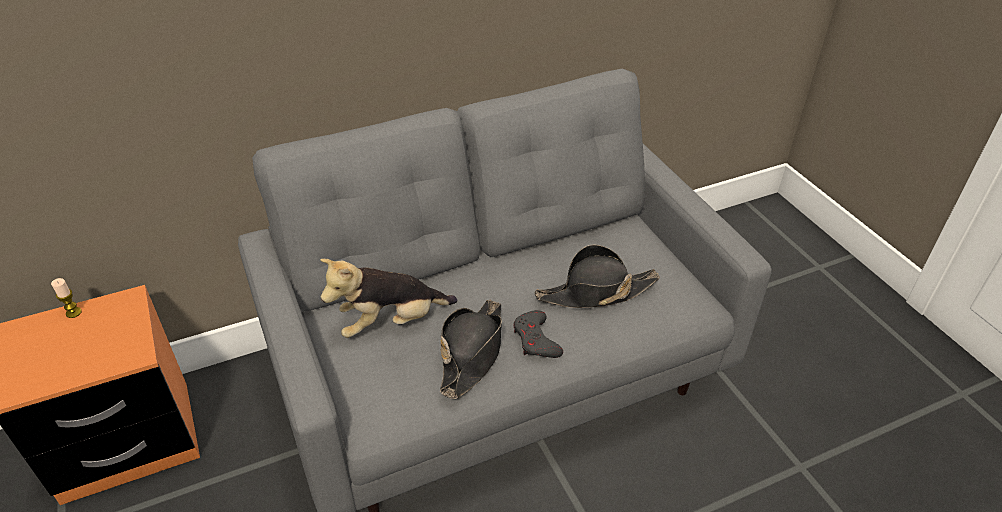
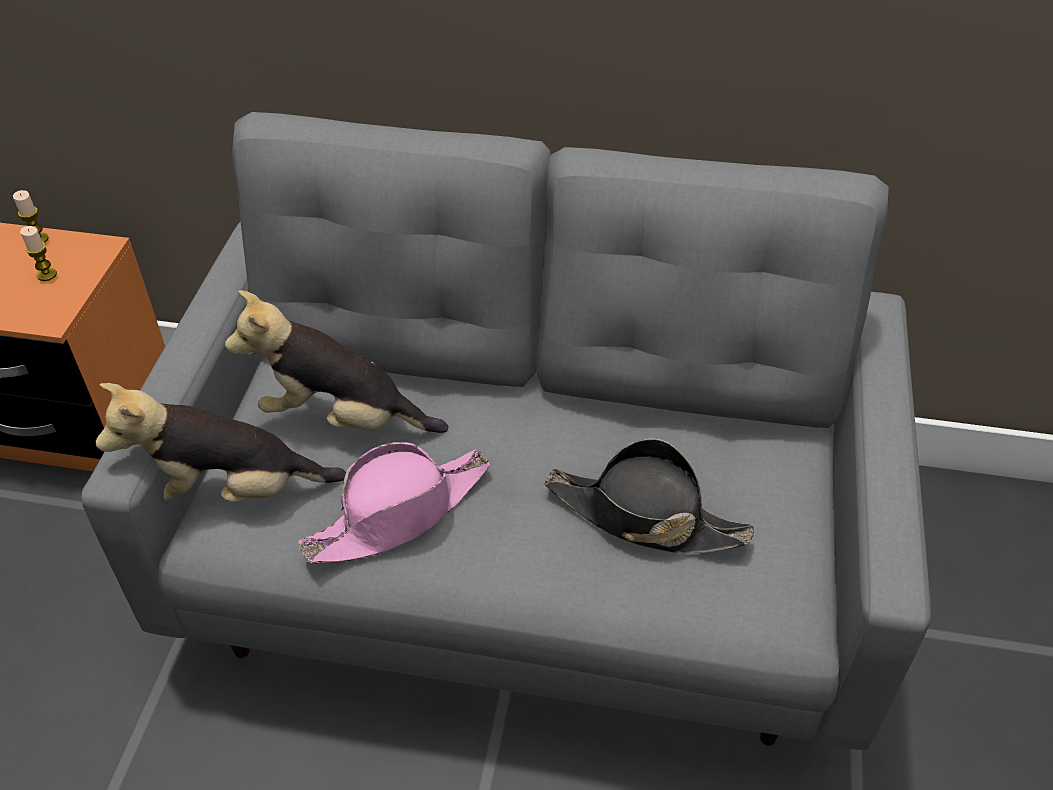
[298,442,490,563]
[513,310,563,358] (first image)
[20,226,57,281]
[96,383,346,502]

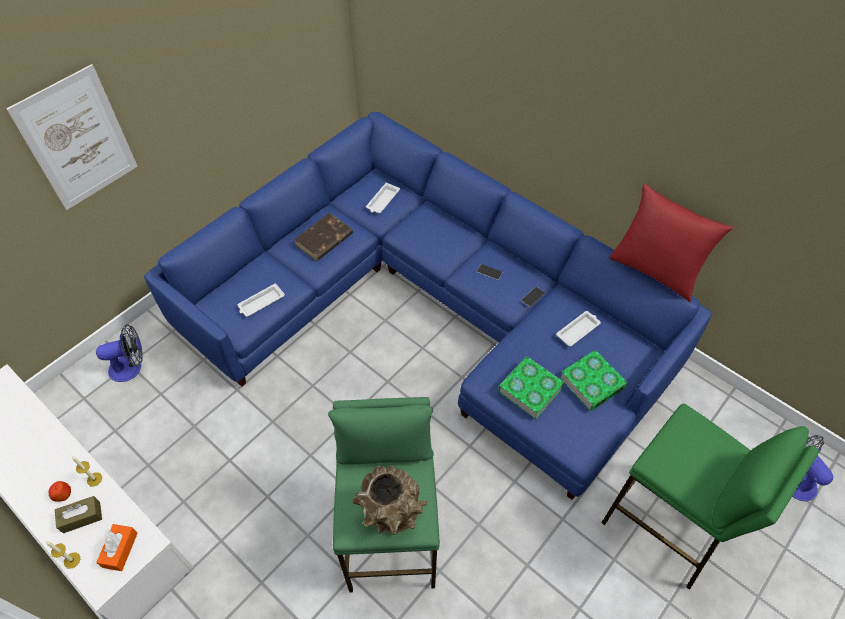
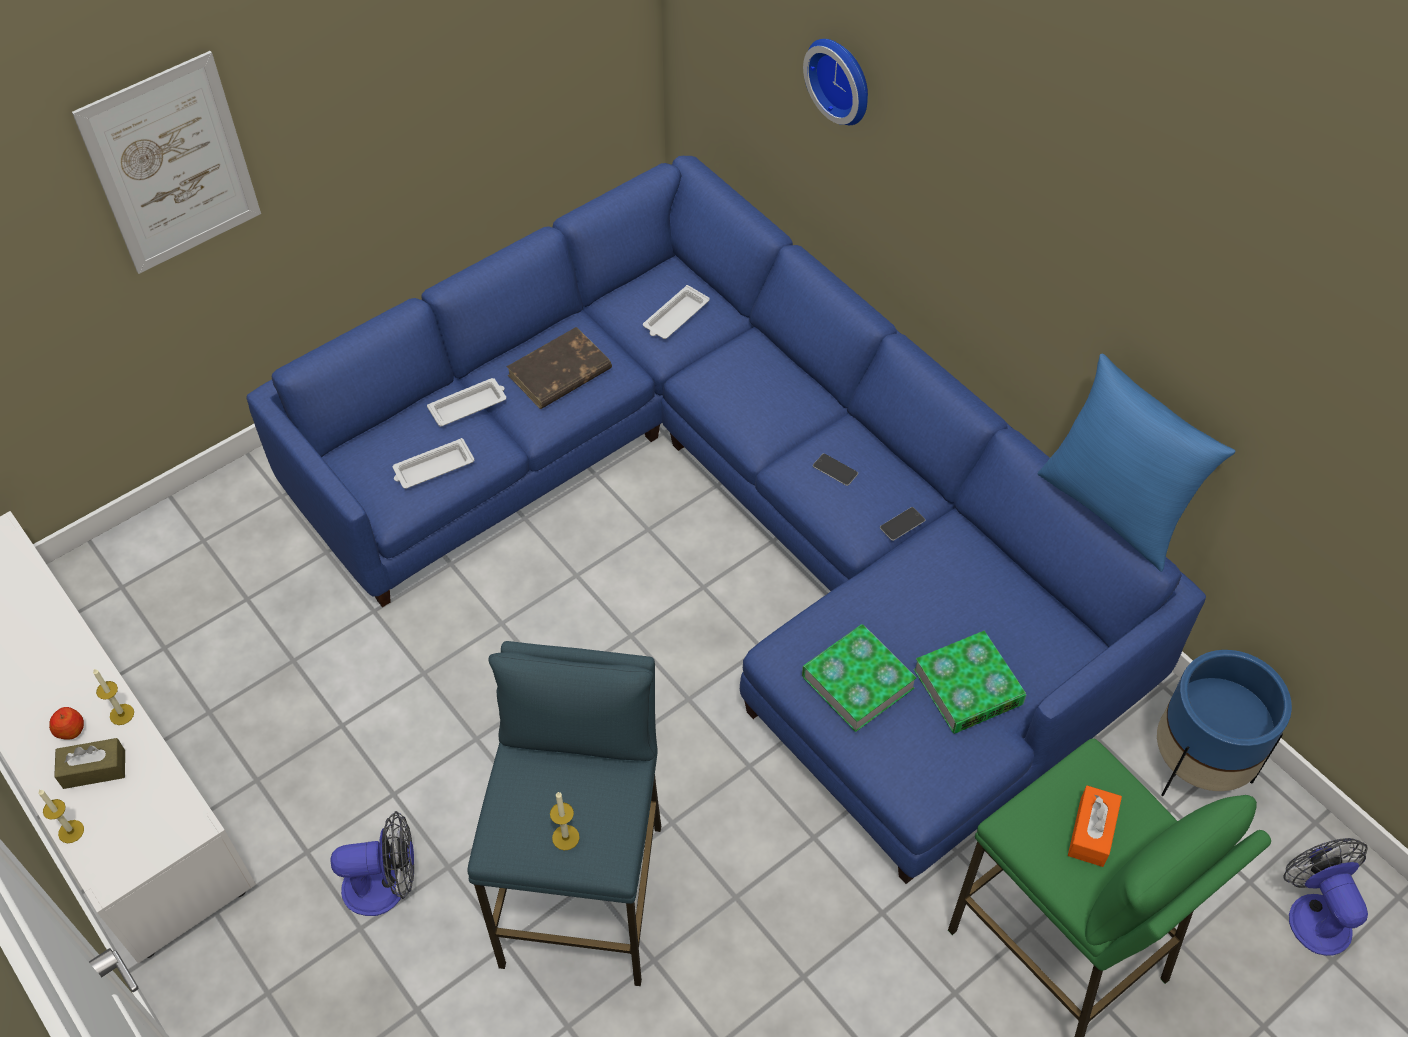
[1038,354,1236,572]
[427,378,506,427]
[330,811,414,916]
[468,641,661,986]
[550,792,580,851]
[1068,785,1122,867]
[803,39,868,125]
[1157,650,1292,796]

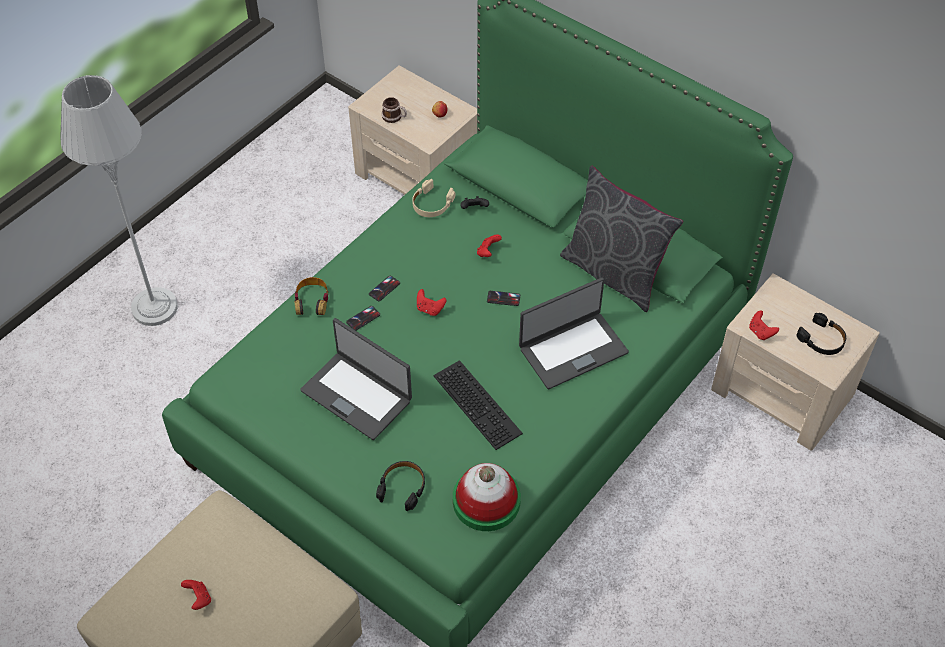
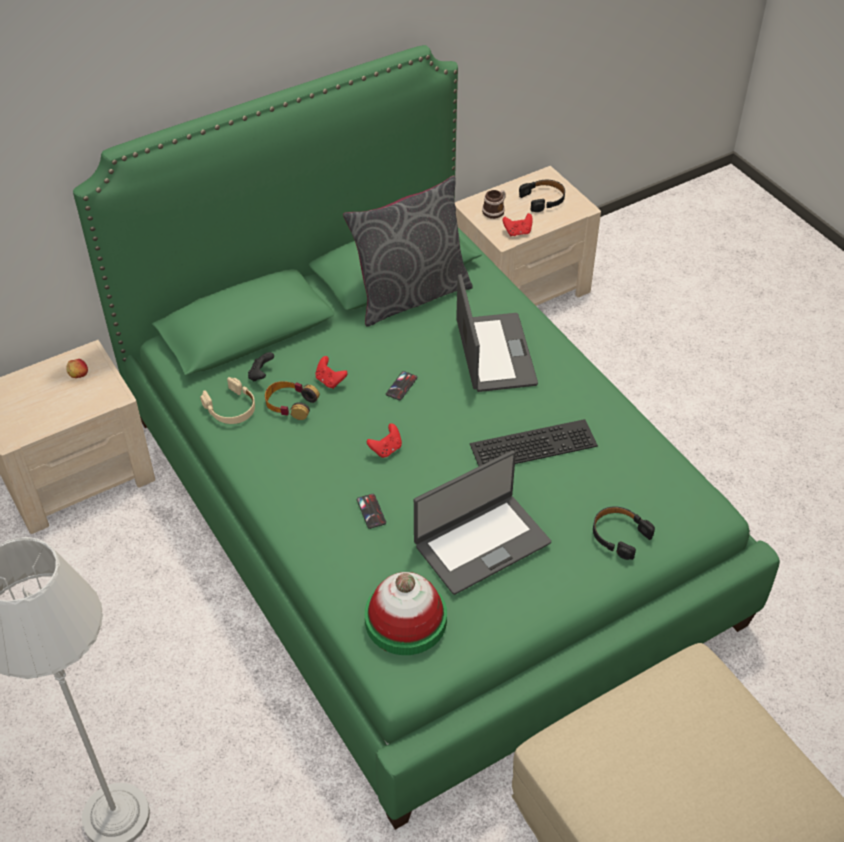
[482,190,506,219]
[369,276,400,302] (first image)
[265,381,320,420]
[365,572,447,655]
[181,580,211,610] (first image)

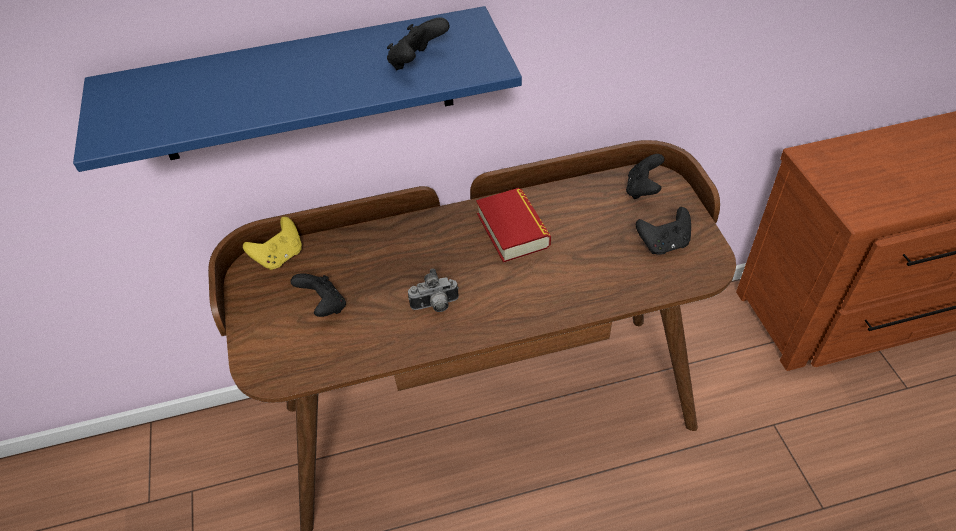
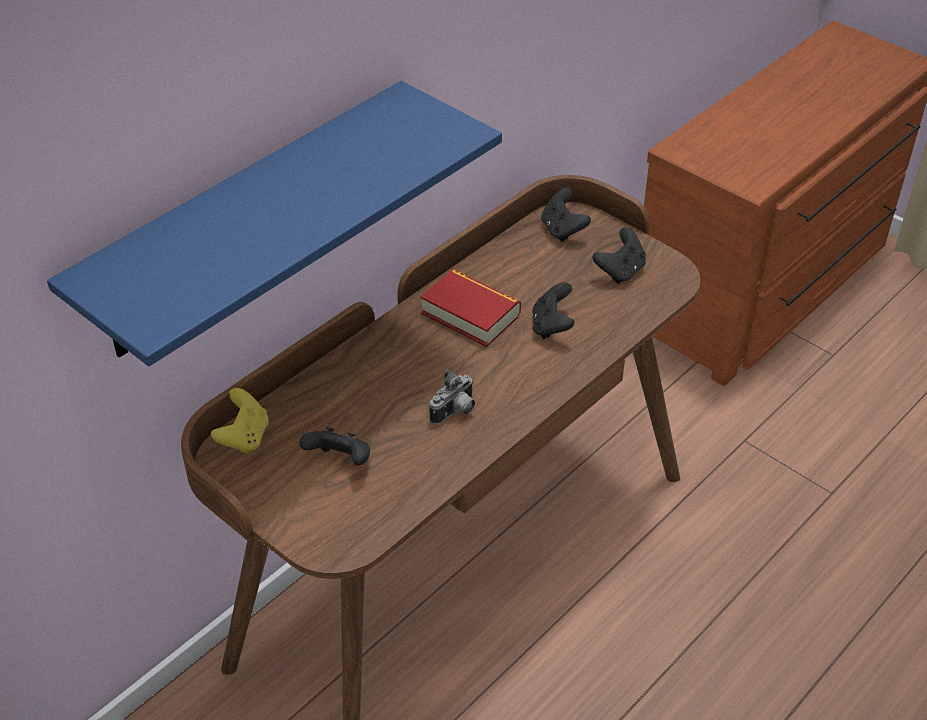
[532,282,575,339]

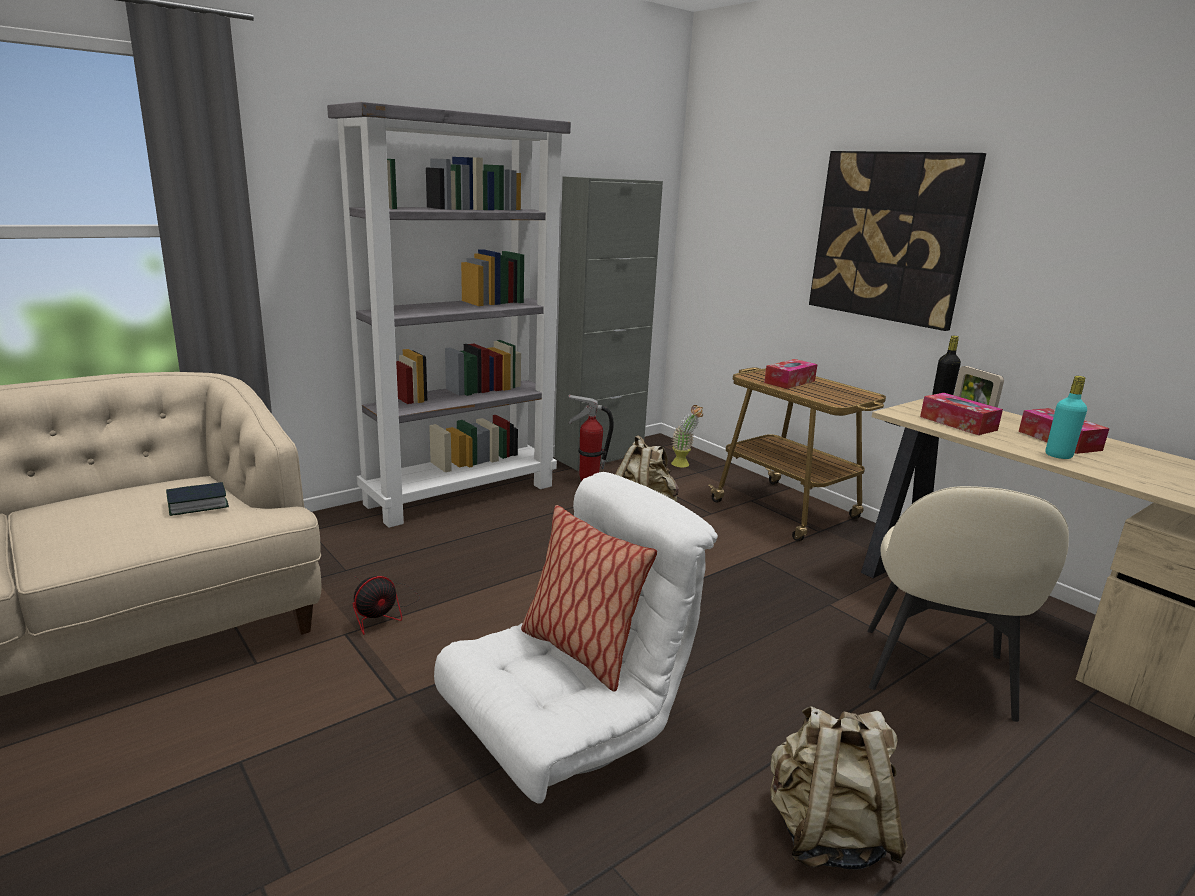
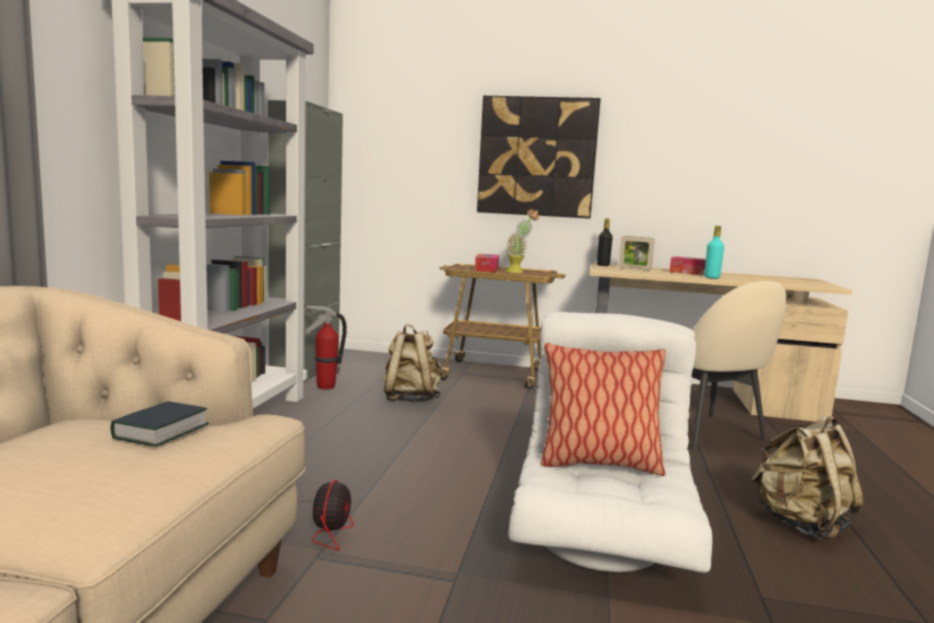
[920,393,1003,435] (first image)
[506,209,539,273]

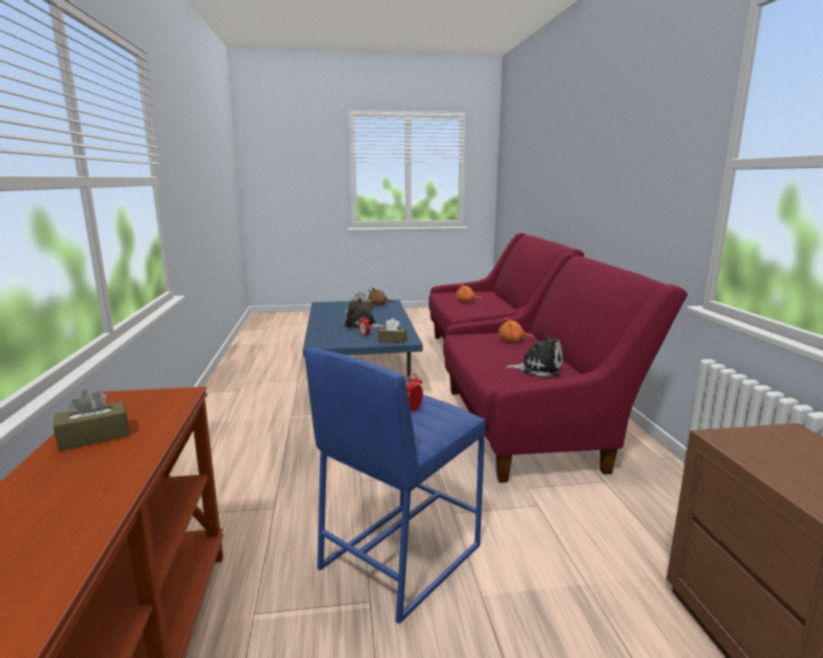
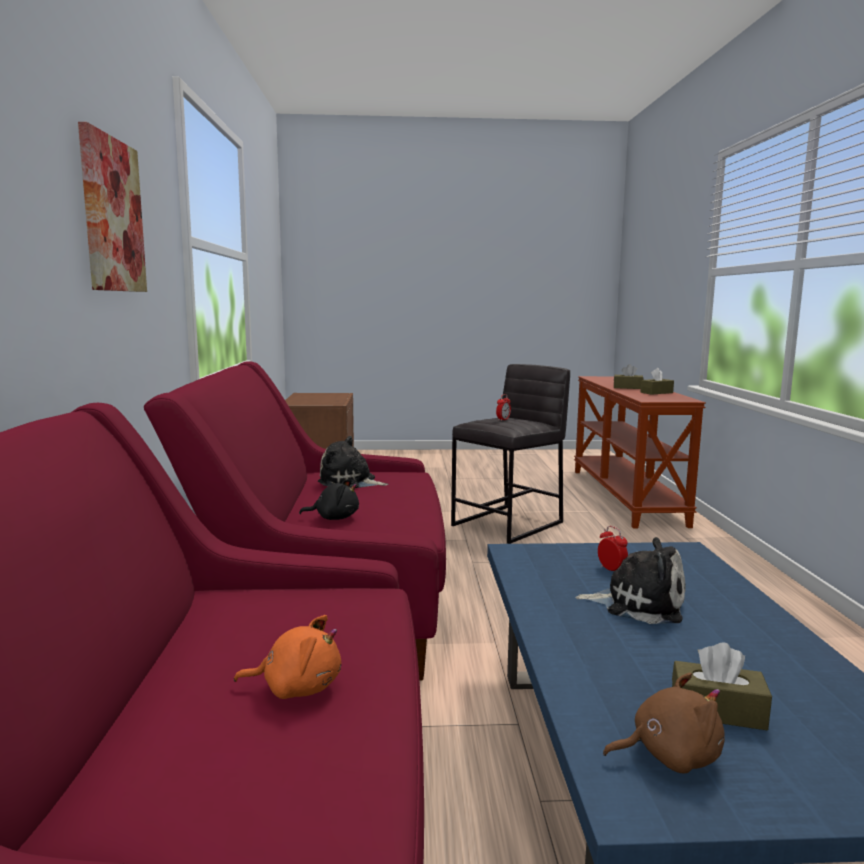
[299,479,359,520]
[614,364,643,389]
[451,364,570,544]
[78,122,147,292]

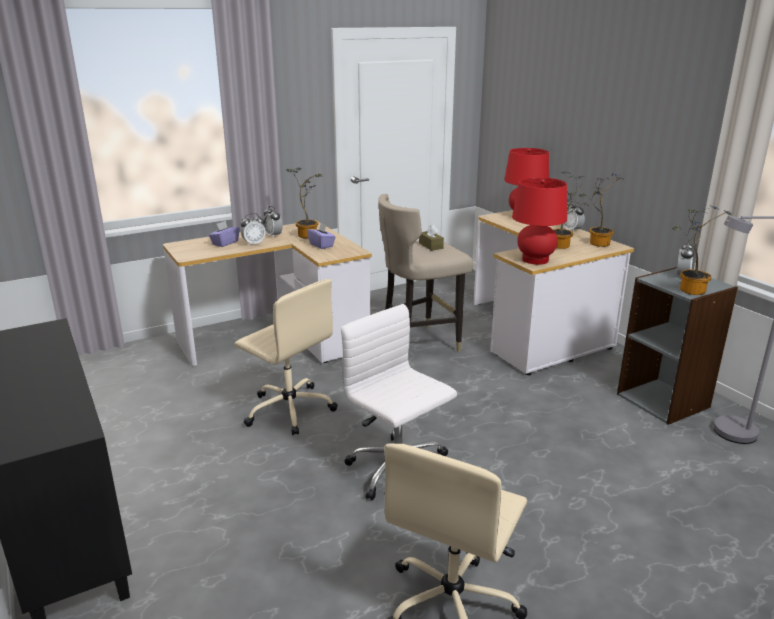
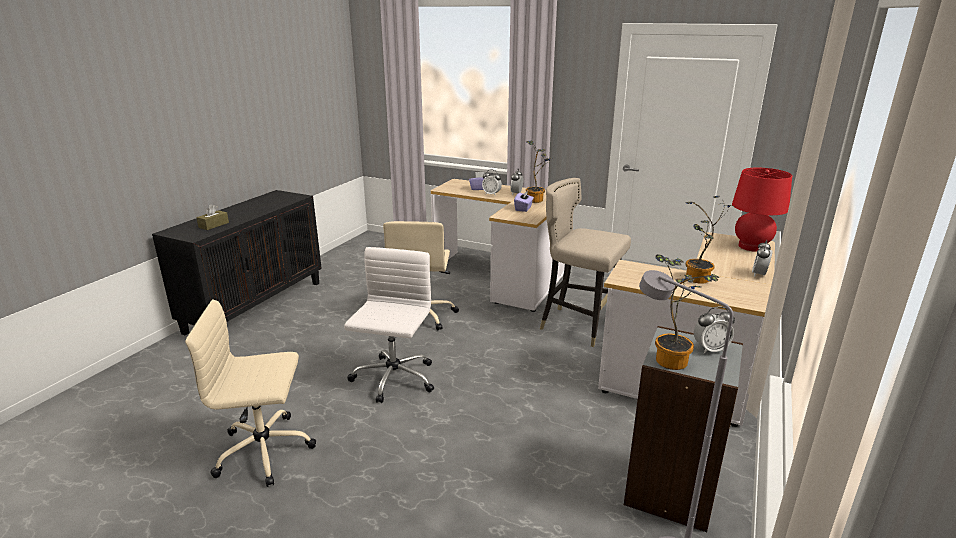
[579,174,624,247] (first image)
[512,177,567,265] (first image)
[196,204,229,230]

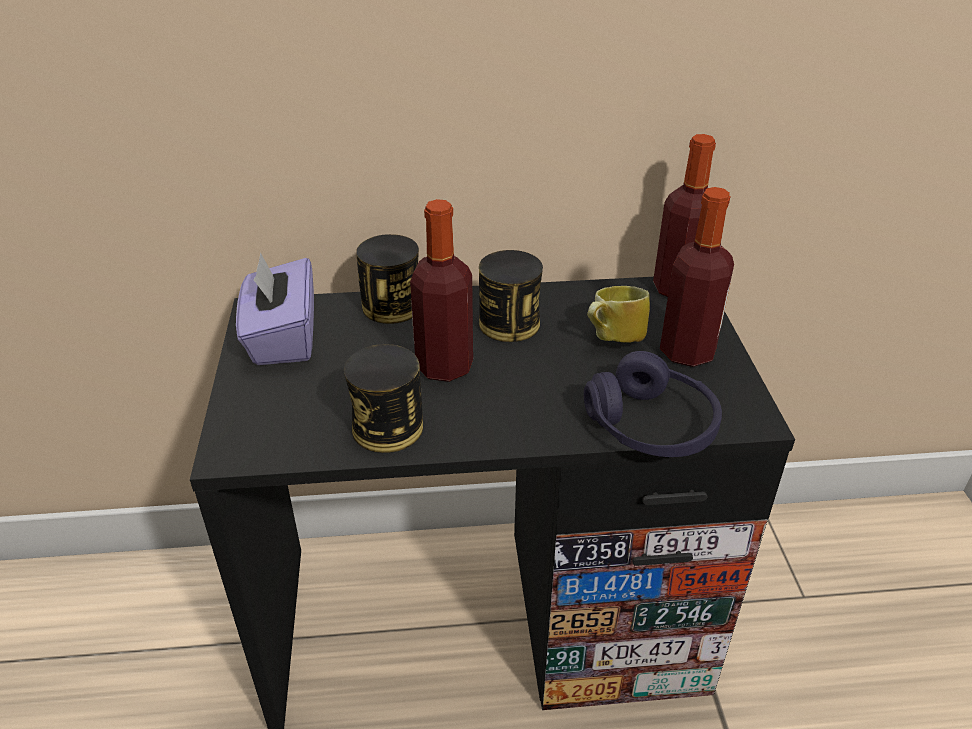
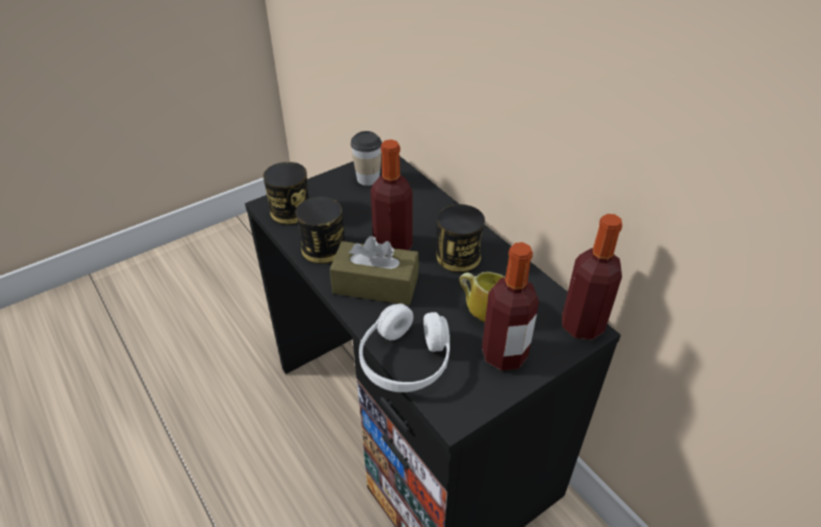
[263,162,309,225]
[351,131,382,186]
[359,304,450,392]
[330,236,419,305]

